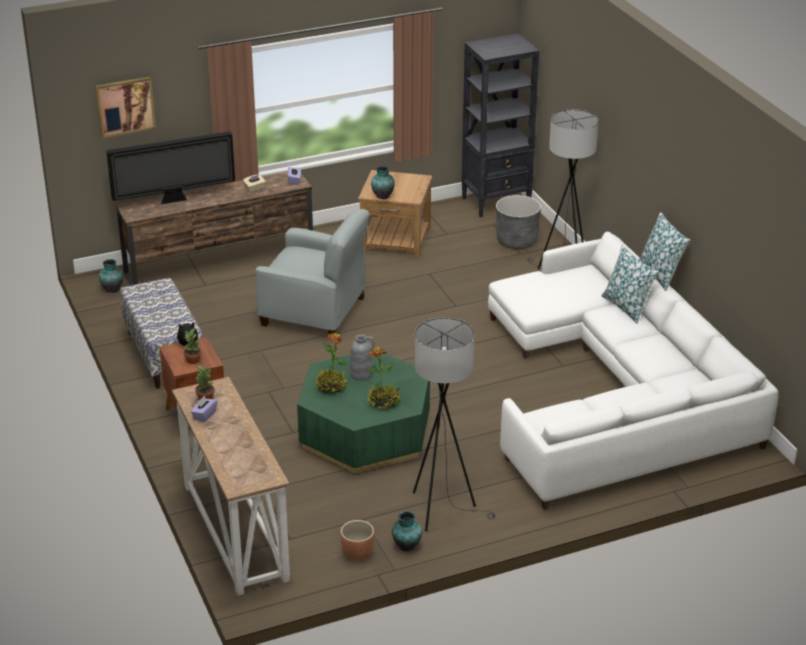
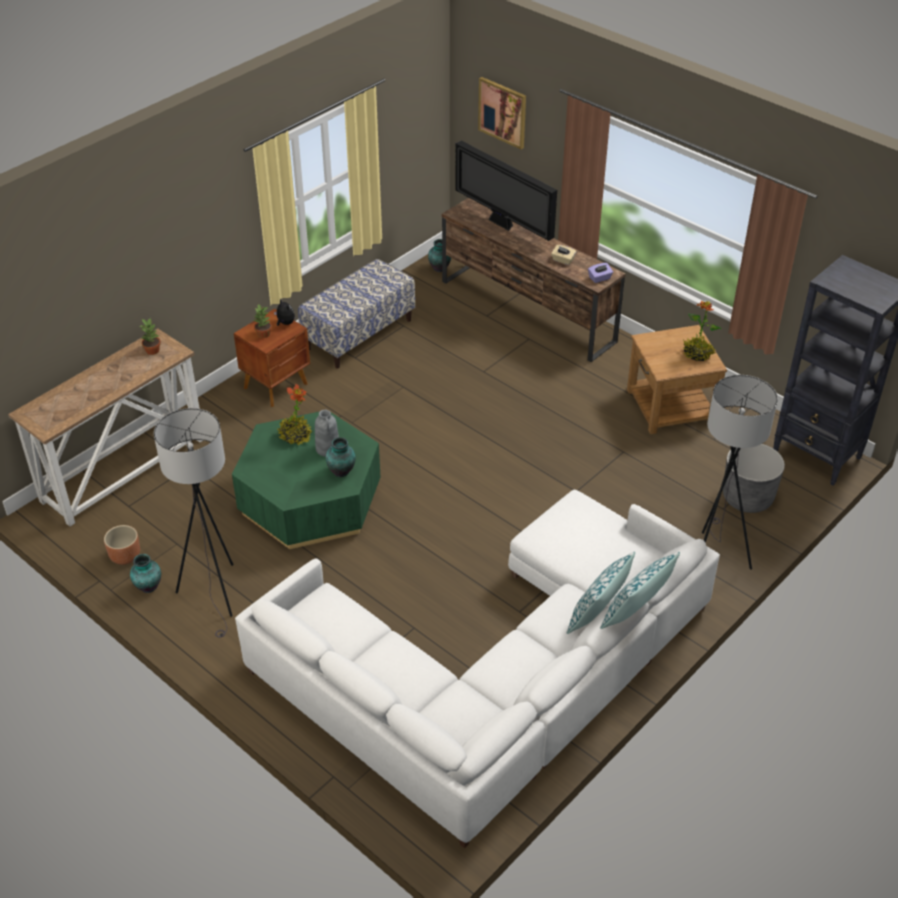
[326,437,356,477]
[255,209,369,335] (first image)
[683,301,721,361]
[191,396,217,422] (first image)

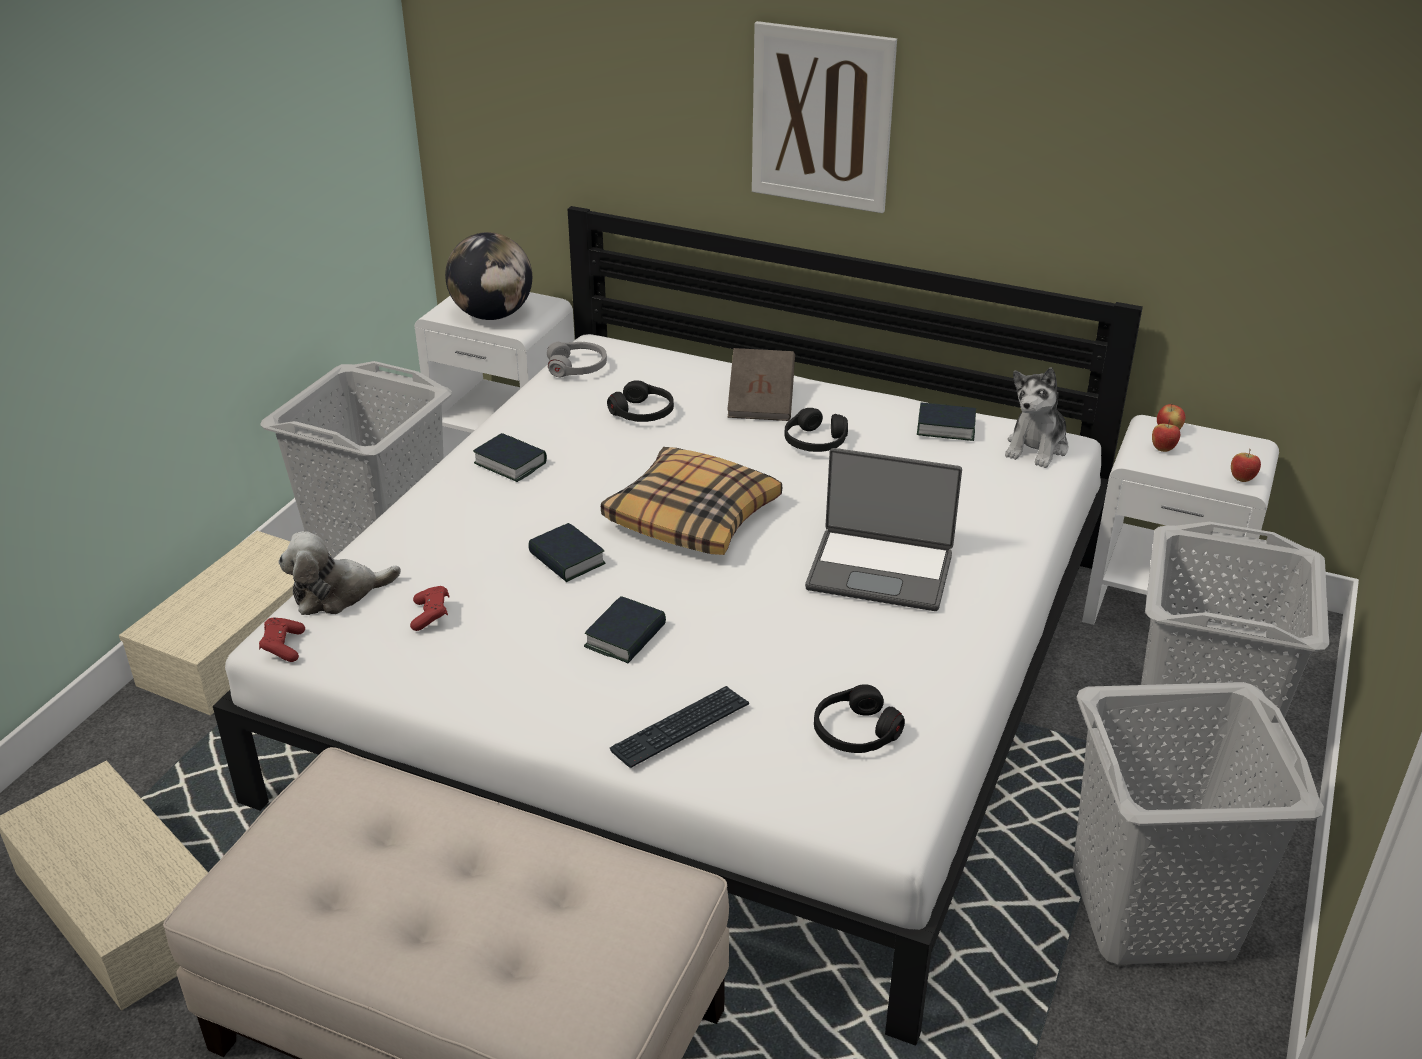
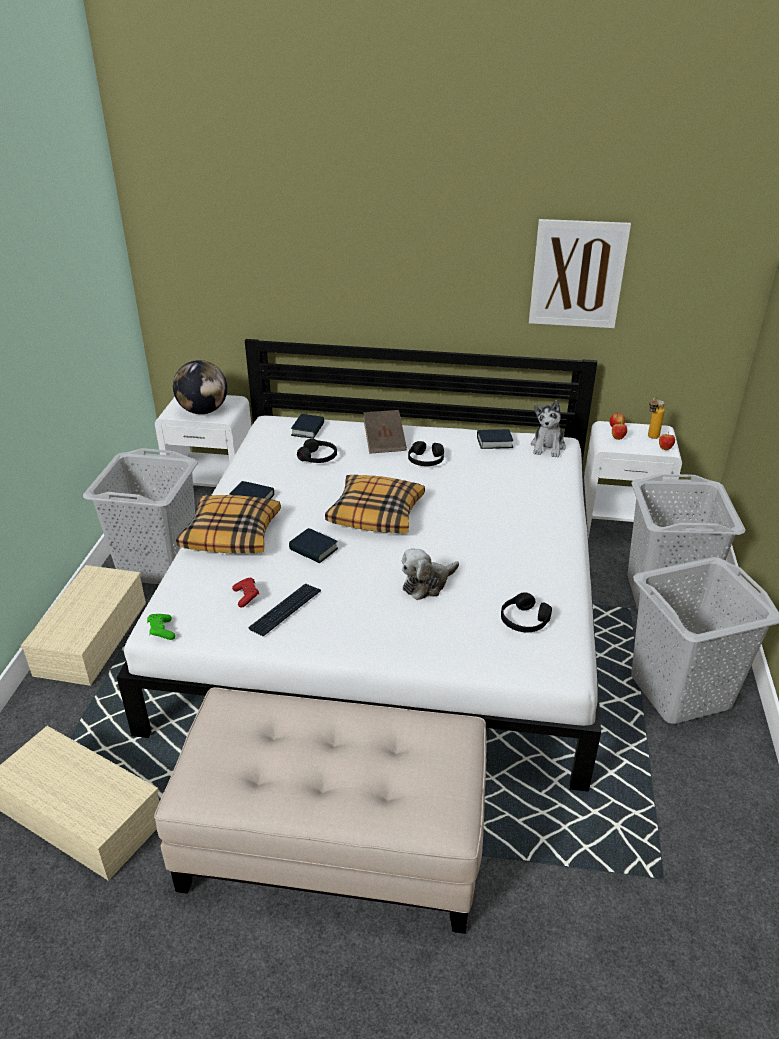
[529,219,631,328]
[547,342,607,377] (first image)
[805,448,962,611] (first image)
[402,548,459,600]
[291,414,324,439]
[147,614,176,640]
[248,583,321,636]
[648,397,665,439]
[176,495,281,553]

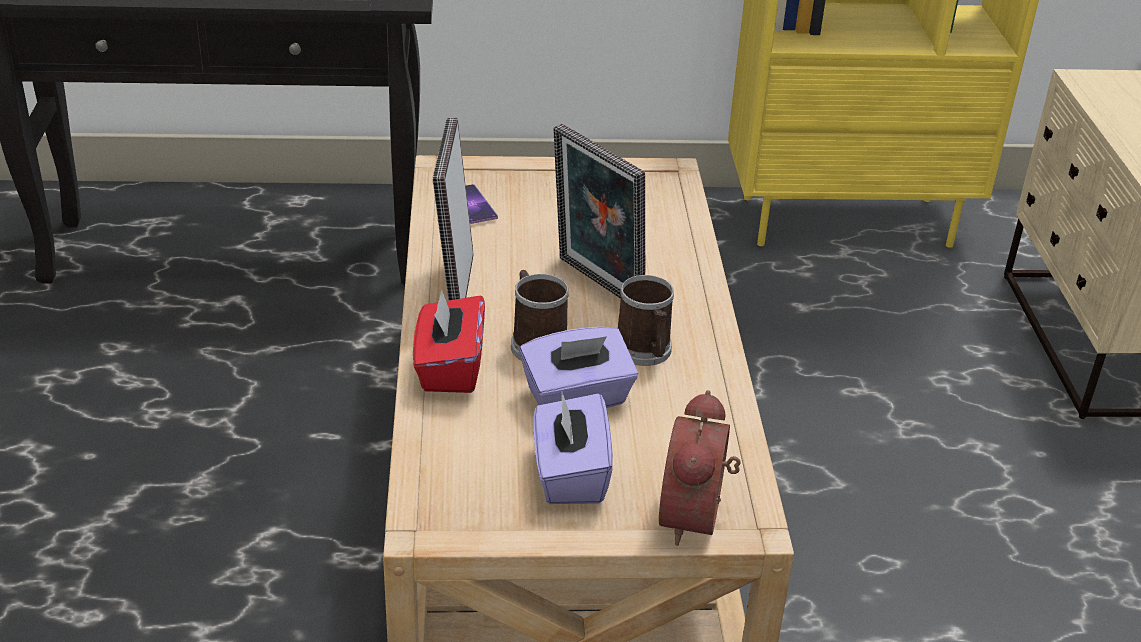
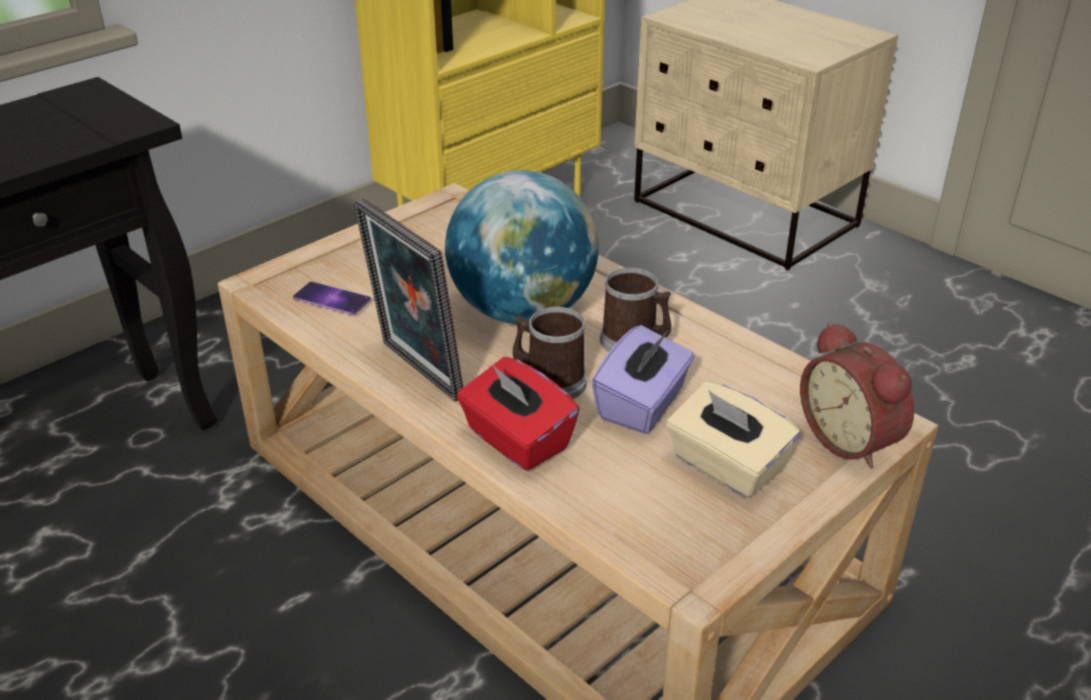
[445,170,599,324]
[666,381,800,498]

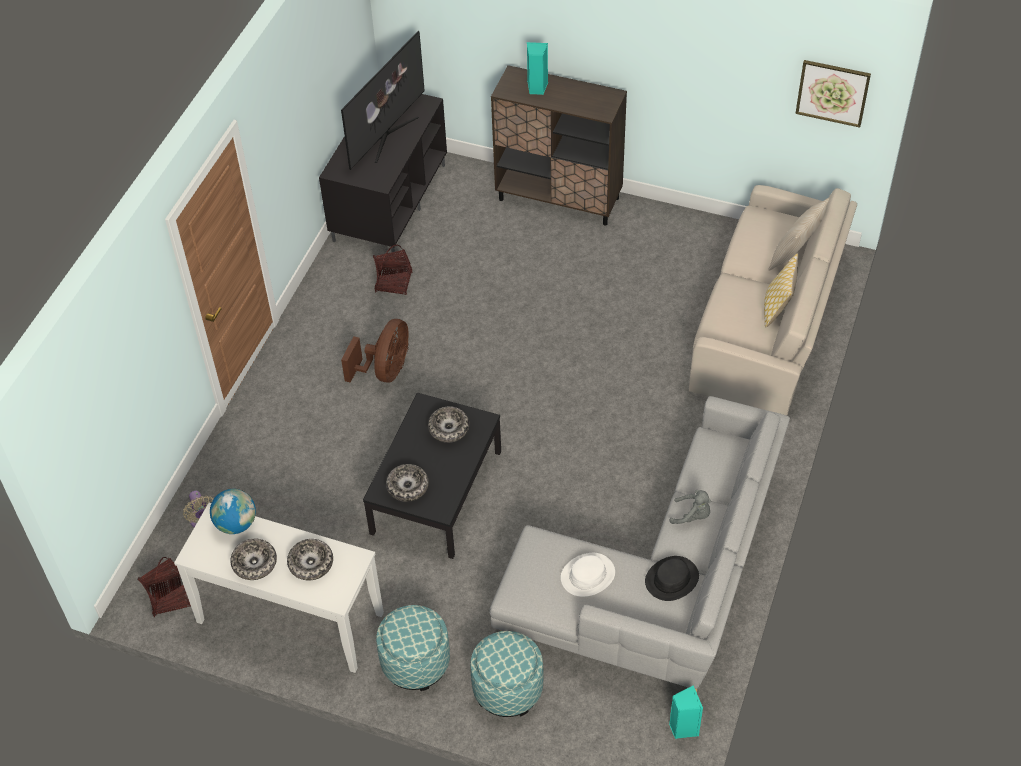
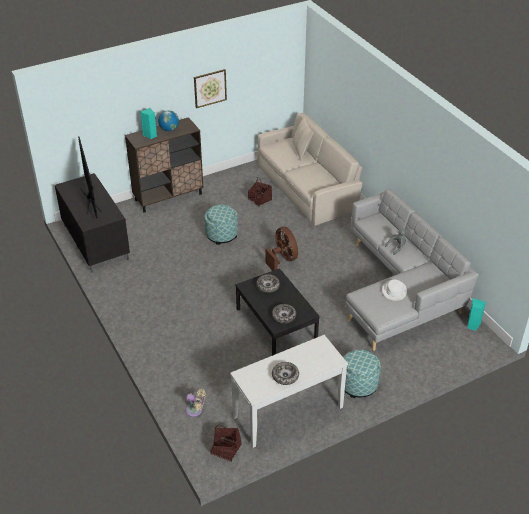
[194,69,227,108]
[248,177,272,207]
[764,254,798,328] (first image)
[266,227,298,271]
[158,110,179,131]
[287,539,333,581] (first image)
[645,556,699,601] (first image)
[204,205,238,245]

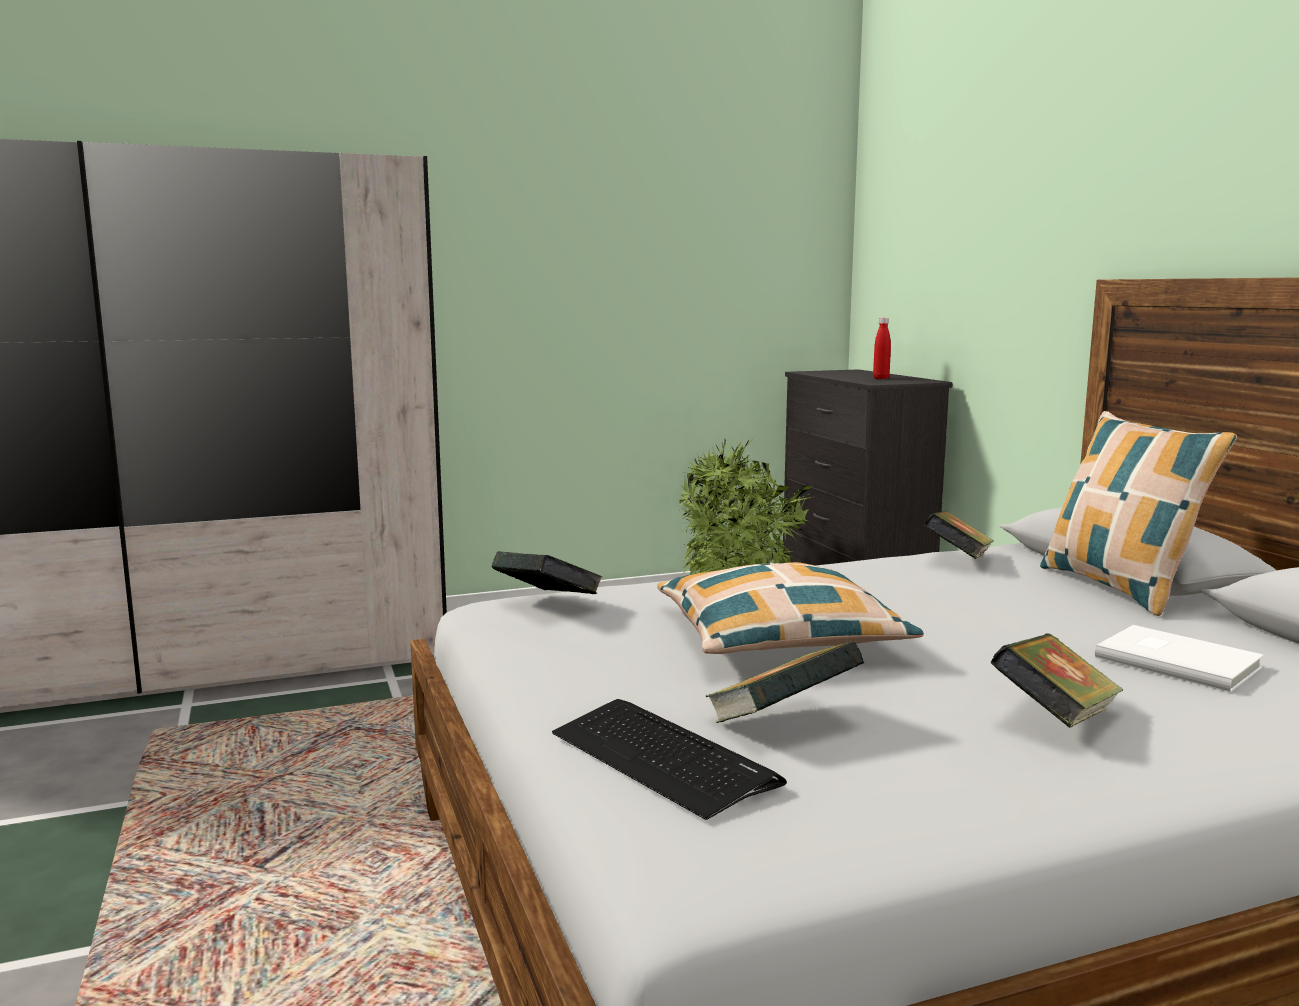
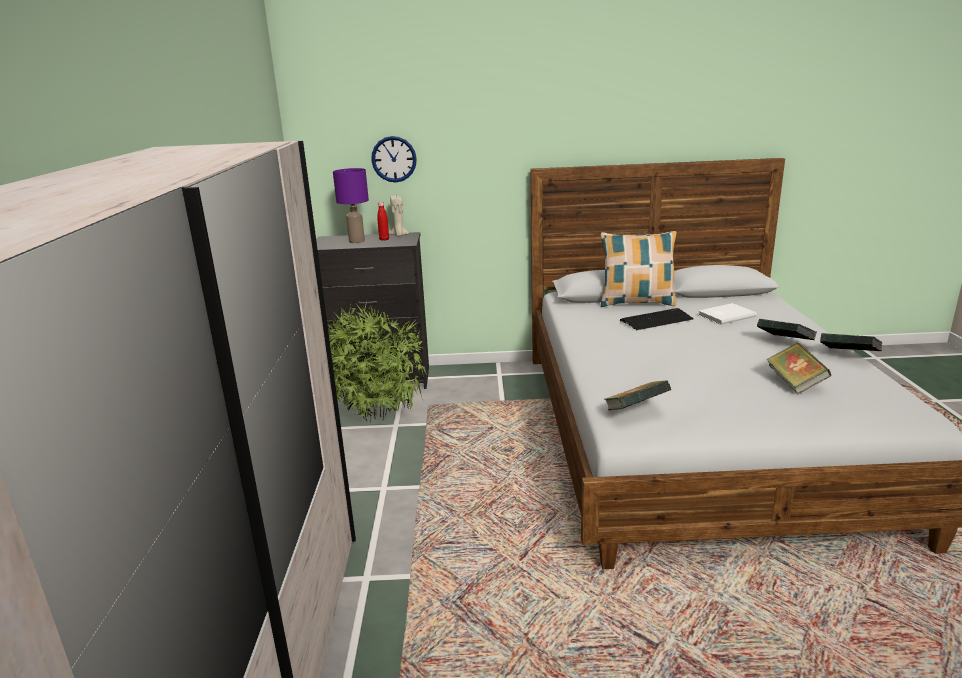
[820,333,882,351]
[657,562,924,654] (first image)
[620,308,694,330]
[371,136,417,182]
[333,168,369,243]
[390,195,409,236]

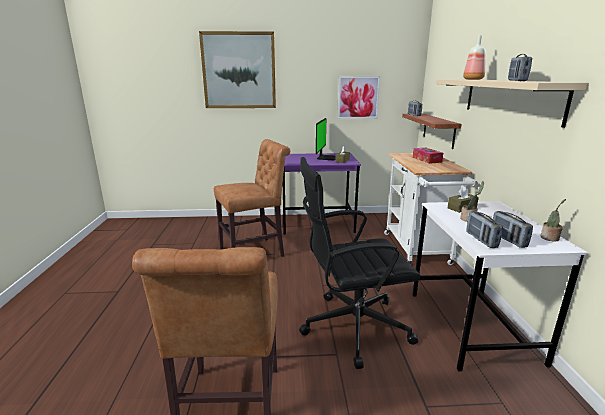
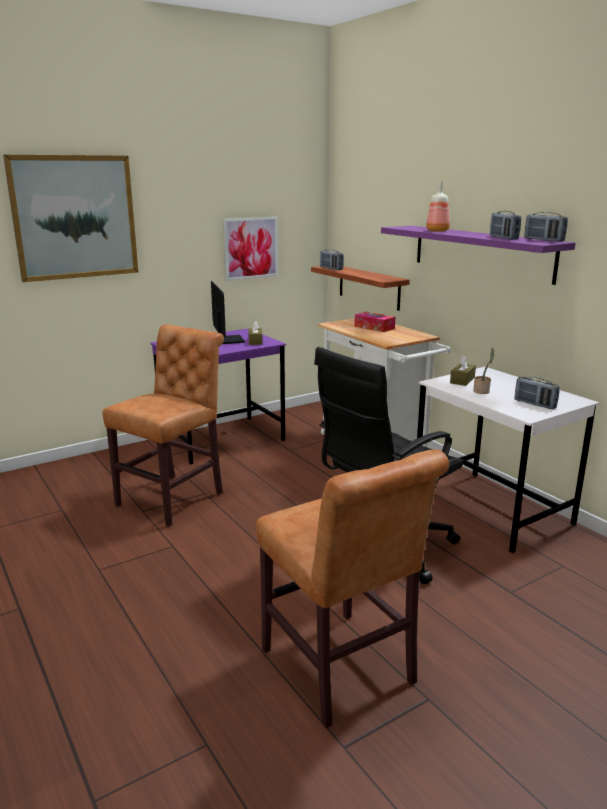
[381,226,576,285]
[540,199,566,242] (first image)
[524,212,568,242]

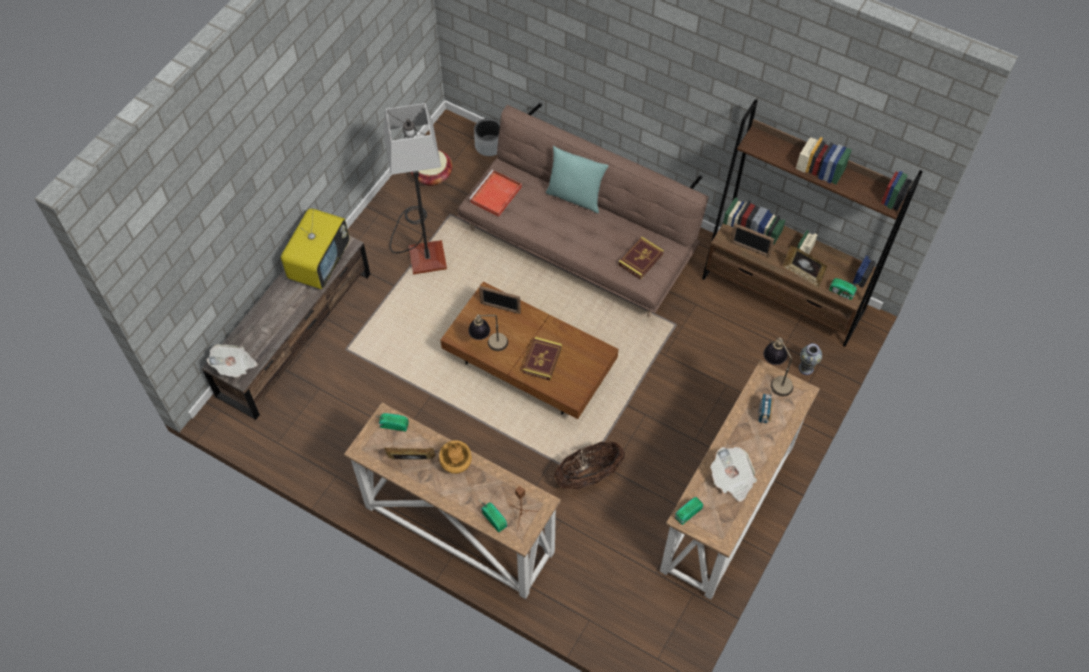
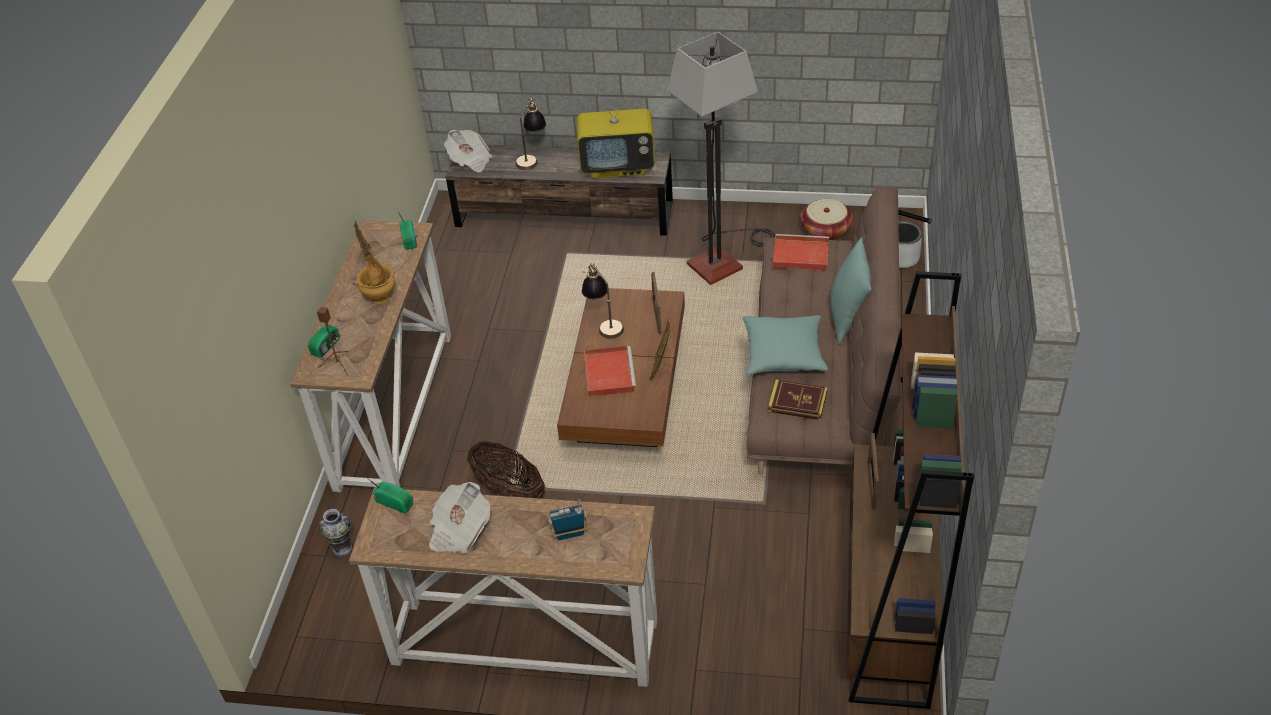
[649,319,670,380]
[829,278,860,300] (first image)
[584,346,636,397]
[516,98,546,170]
[319,509,354,557]
[742,315,828,375]

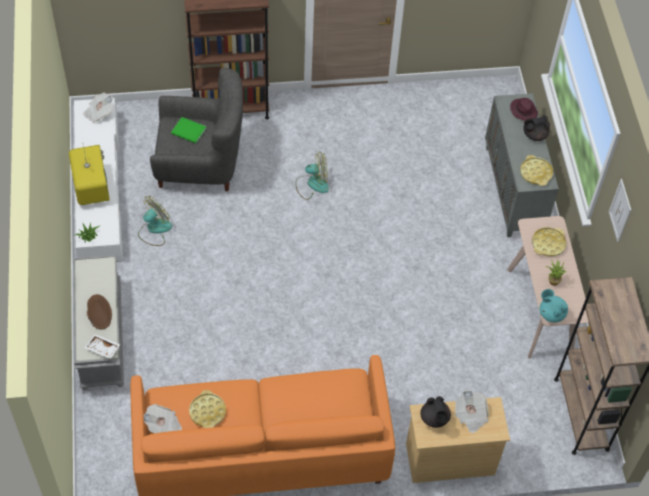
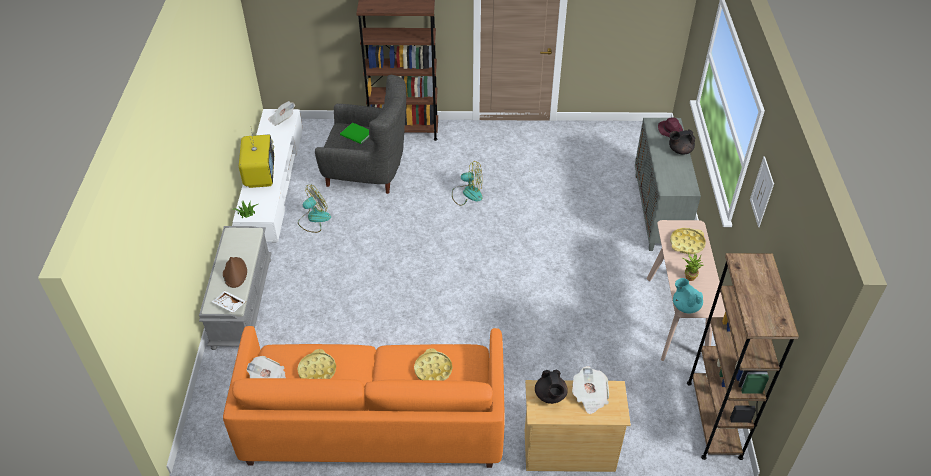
[414,349,452,380]

